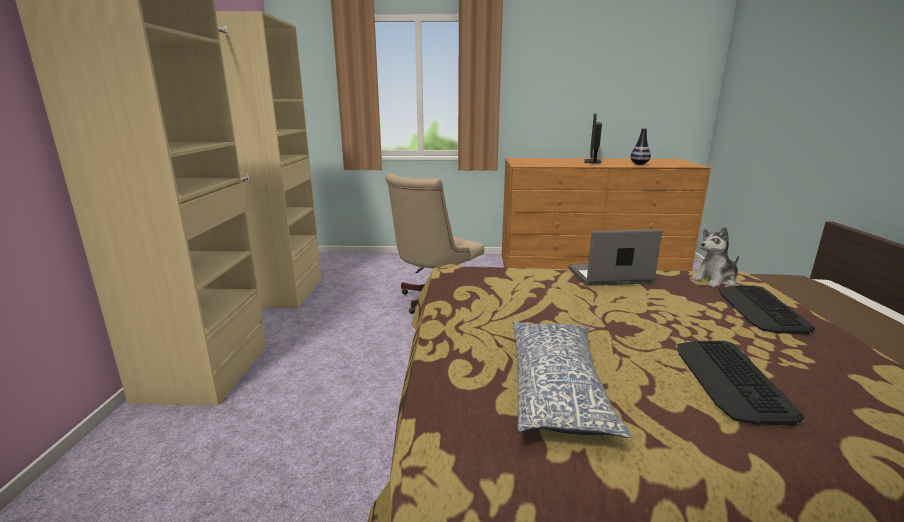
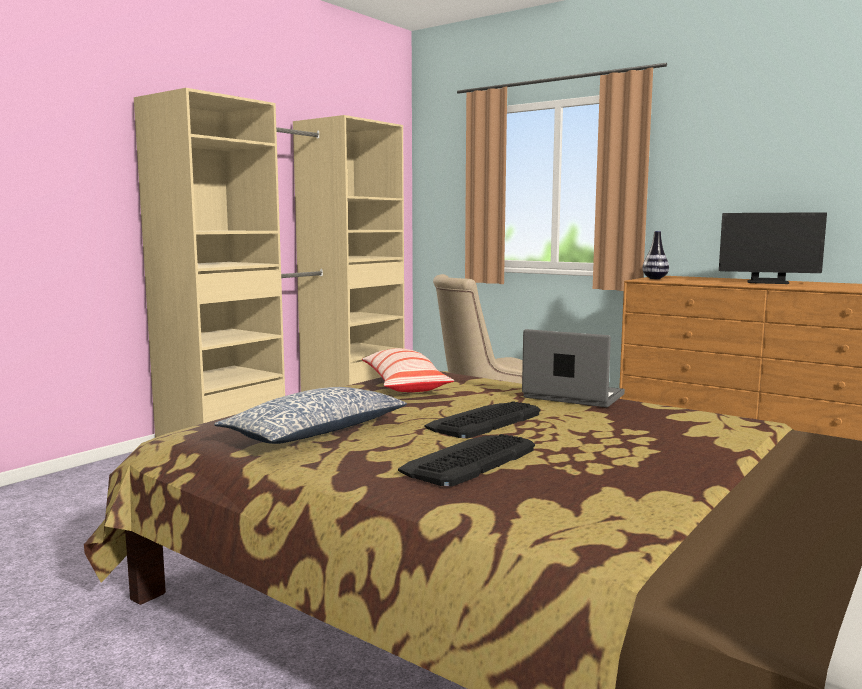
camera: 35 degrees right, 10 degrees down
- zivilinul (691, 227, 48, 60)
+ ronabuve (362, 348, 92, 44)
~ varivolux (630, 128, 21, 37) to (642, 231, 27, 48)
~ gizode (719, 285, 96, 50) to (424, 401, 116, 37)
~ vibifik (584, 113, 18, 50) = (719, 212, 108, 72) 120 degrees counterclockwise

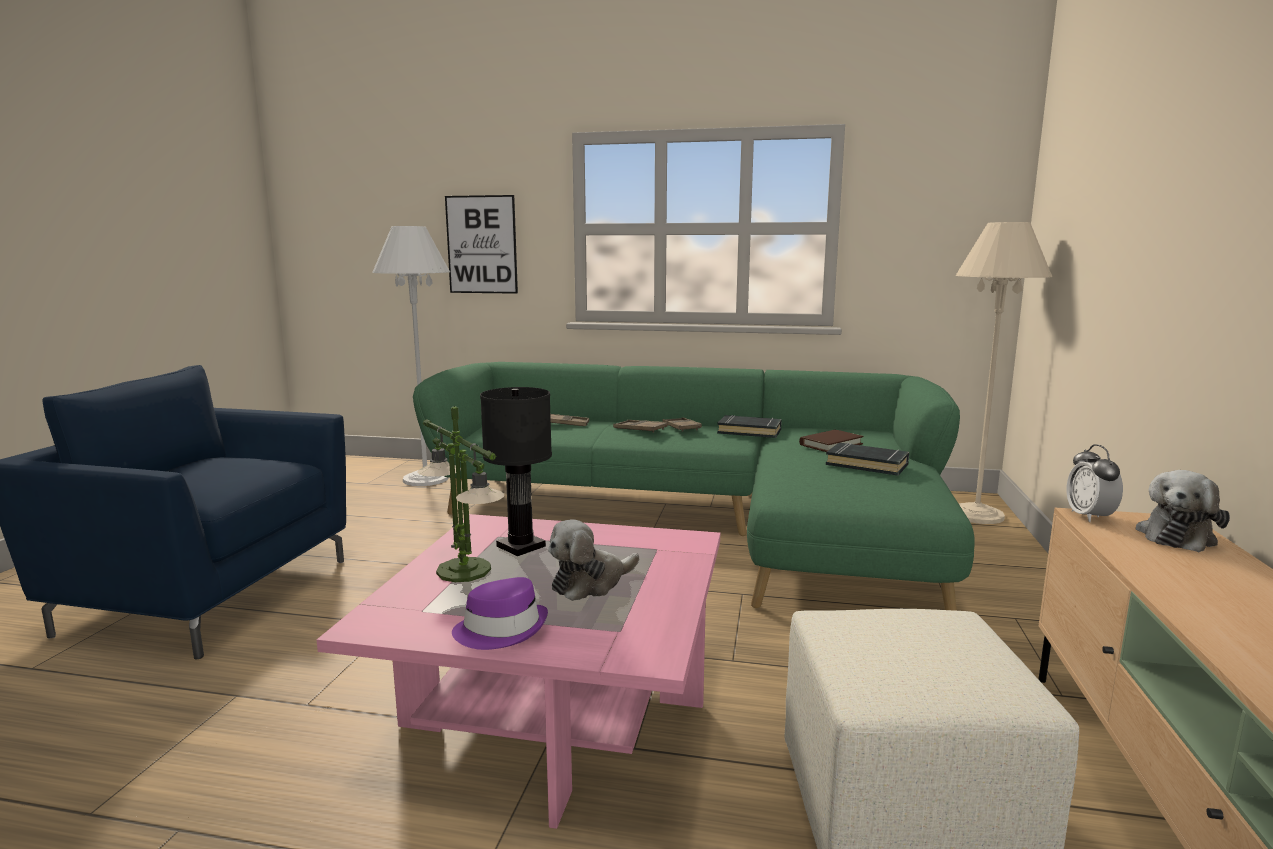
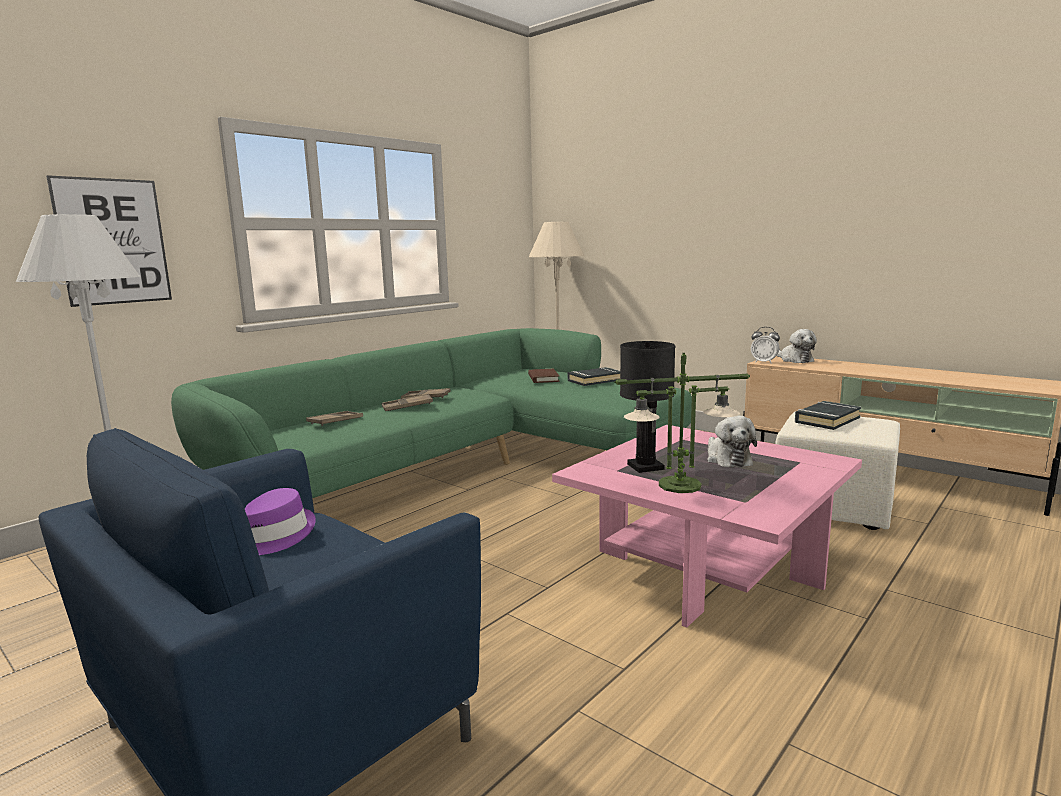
camera: 60 degrees left, 0 degrees up
~ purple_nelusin (452, 577, 96, 73) to (245, 488, 71, 67)
~ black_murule (717, 415, 65, 23) to (795, 401, 66, 29)

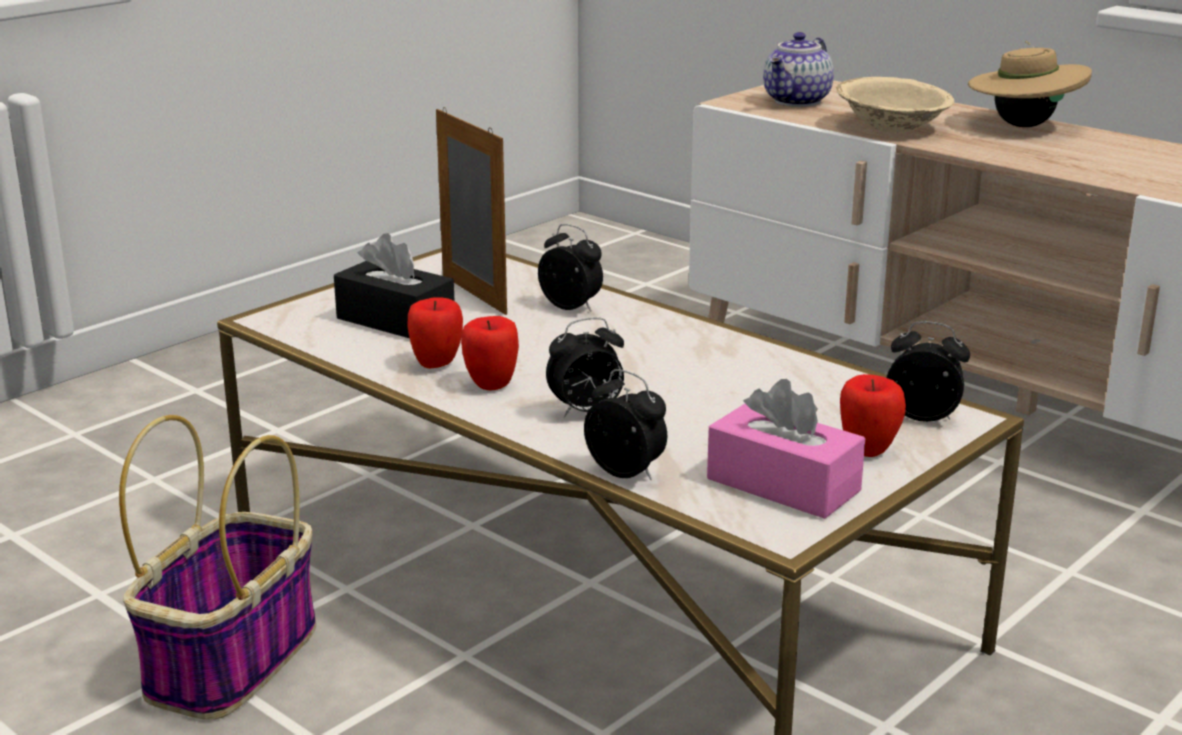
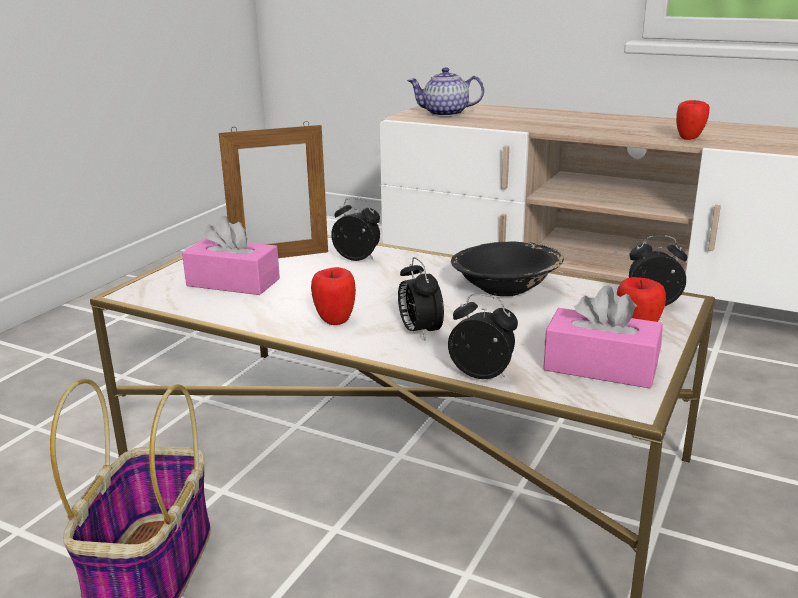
camera: 15 degrees left, 0 degrees up
- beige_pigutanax (836, 77, 118, 56)
- beige_nelusin (968, 41, 124, 86)
+ black_pigutanax (451, 242, 113, 54)
~ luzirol (408, 297, 55, 72) to (676, 100, 34, 40)
~ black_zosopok (334, 233, 121, 105) to pink_zosopok (182, 216, 98, 79)
~ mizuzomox (436, 107, 71, 208) = (219, 121, 109, 137) 120 degrees clockwise
~ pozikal (546, 317, 78, 100) = (398, 257, 46, 84) 105 degrees clockwise
~ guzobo (763, 32, 71, 75) = (407, 67, 77, 50) 75 degrees clockwise

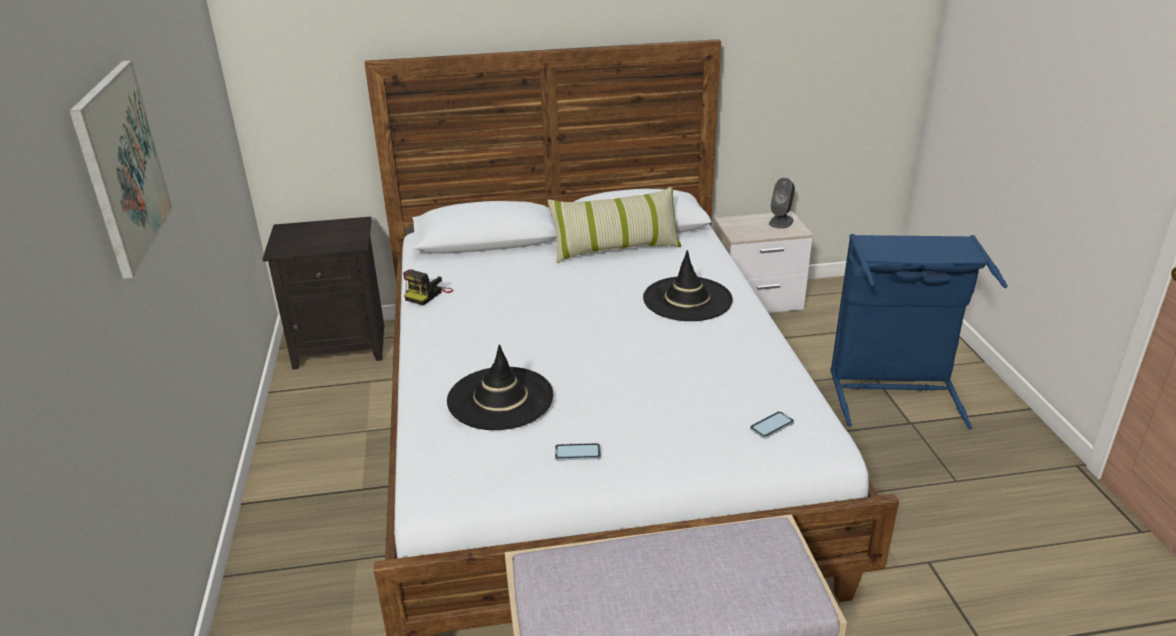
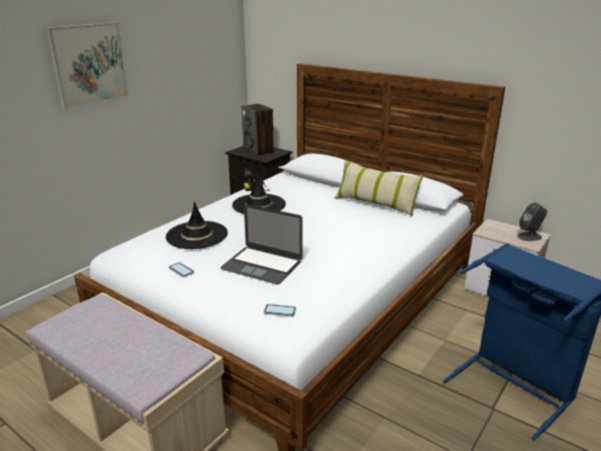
camera: 45 degrees right, 5 degrees down
+ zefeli (220, 204, 83, 80)
+ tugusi (241, 104, 33, 52)
~ black_nelusin (643, 250, 90, 71) to (232, 174, 54, 40)

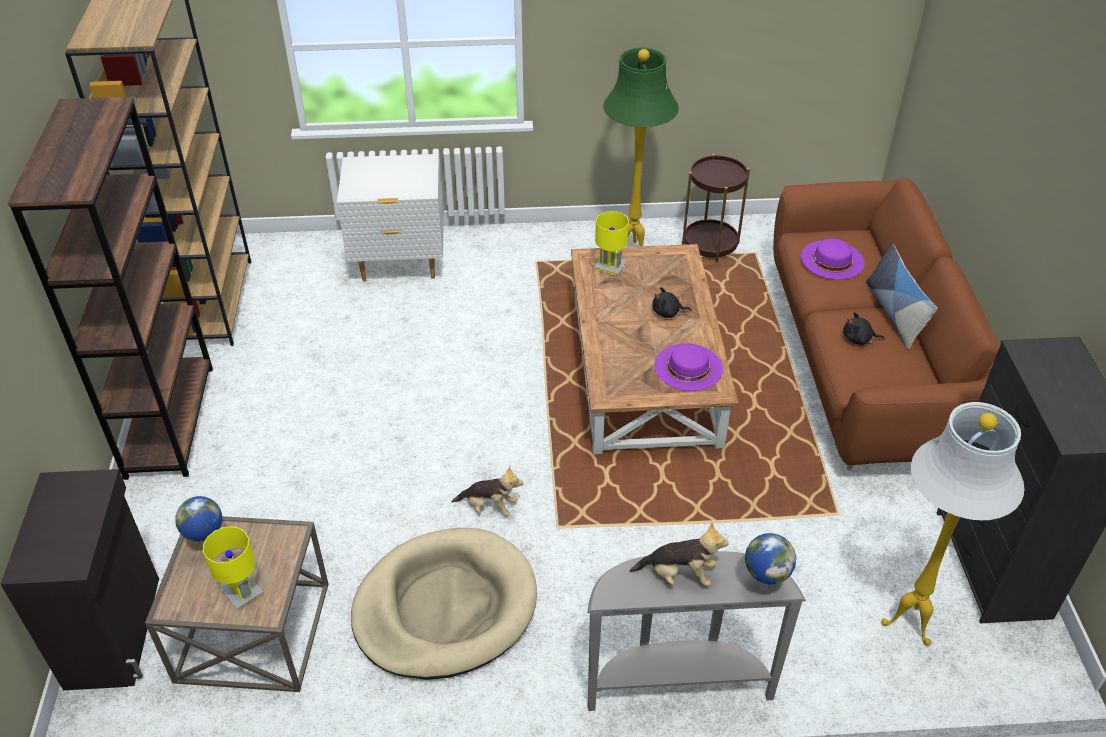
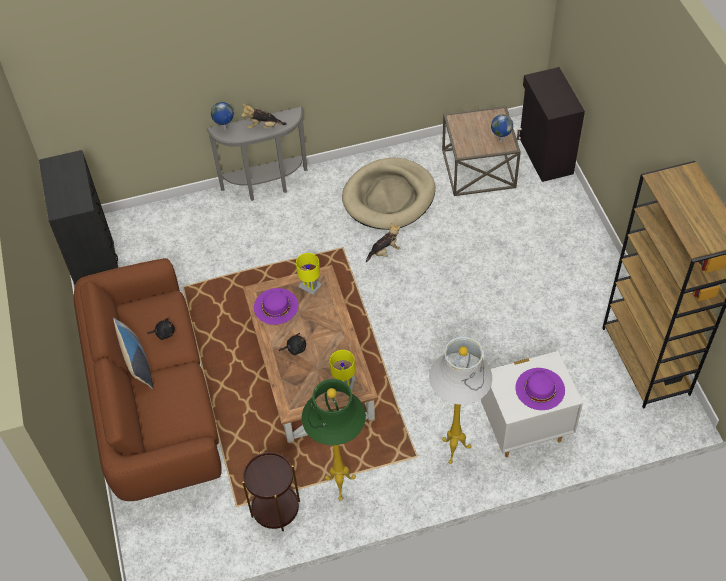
camera: 170 degrees right, 10 degrees up
- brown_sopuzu (8, 97, 205, 383)
~ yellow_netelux (203, 526, 60, 83) to (296, 253, 26, 42)
~ purple_nelusin (801, 238, 64, 42) to (515, 368, 50, 42)
~ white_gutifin (881, 402, 143, 244) to (429, 337, 63, 127)
~ zivilinul (452, 466, 71, 50) = (366, 223, 34, 39) 150 degrees clockwise

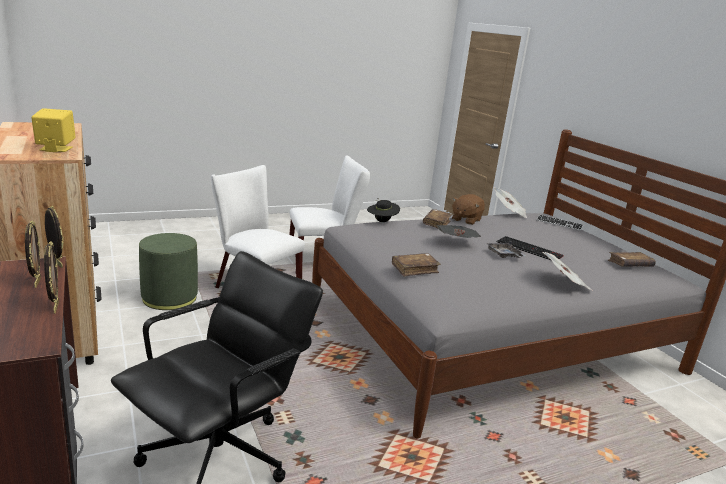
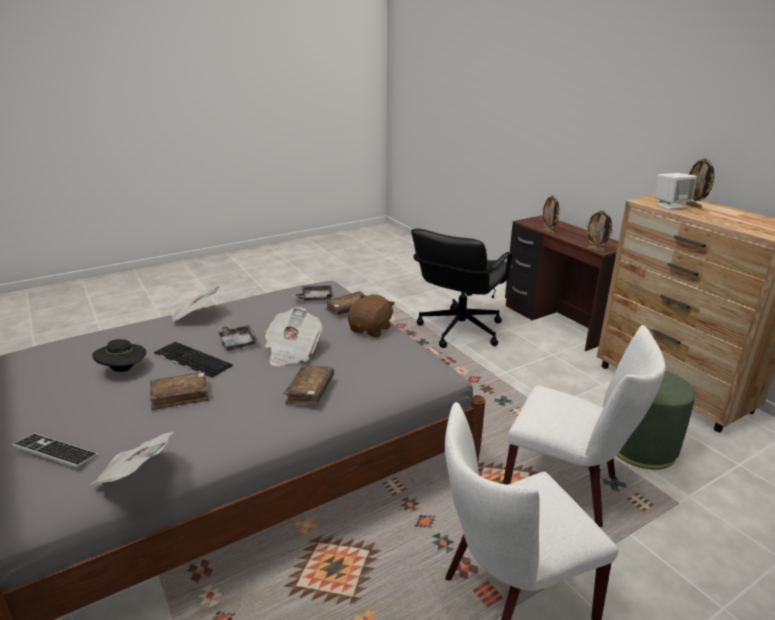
camera: 175 degrees right, 5 degrees up
+ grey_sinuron (293, 285, 39, 16)
~ mizuzomox (25, 220, 16, 68) to (686, 157, 28, 52)
~ black_nelusin (367, 198, 33, 24) to (92, 339, 54, 33)
~ brown_zivilinul (452, 194, 33, 31) to (348, 294, 47, 44)
~ brown_murule (608, 252, 48, 15) to (150, 372, 59, 38)
~ yellow_tugusi (31, 108, 45, 44) to white_tugusi (655, 173, 42, 36)

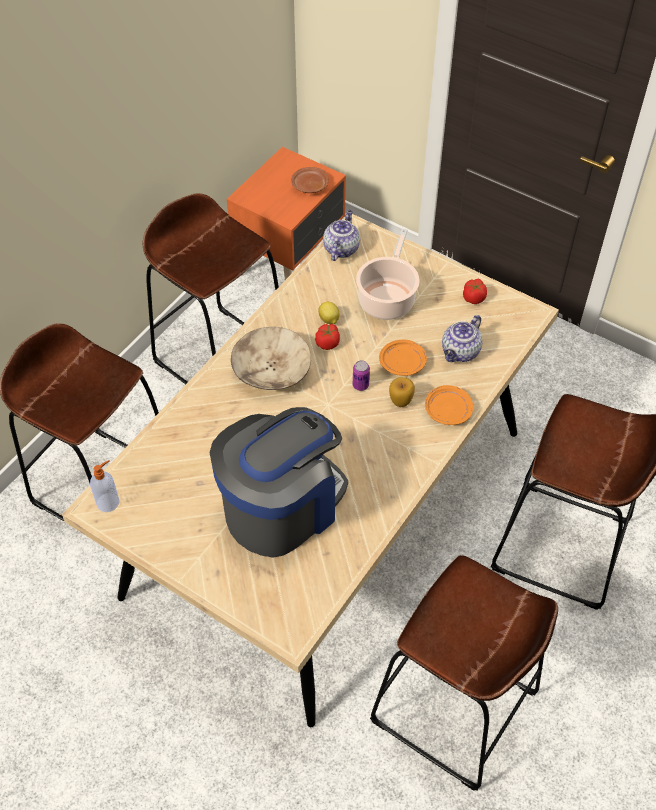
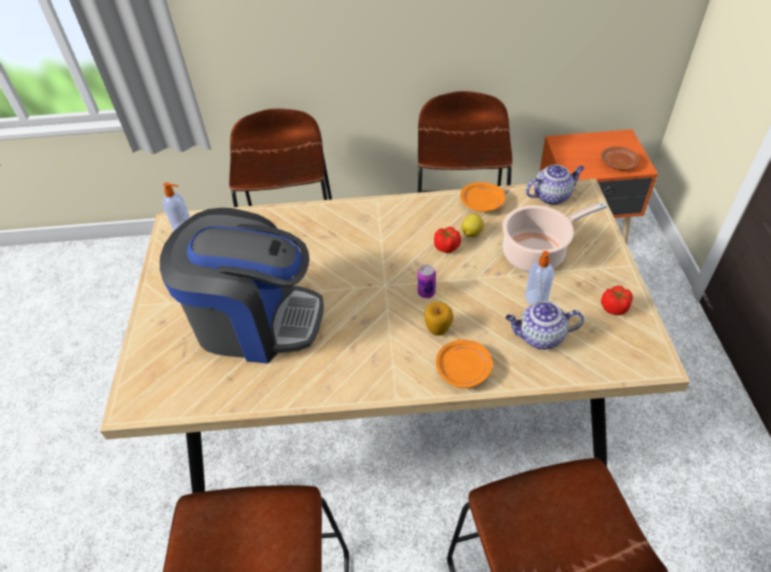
camera: 55 degrees right, 5 degrees down
- beige_pigutanax (231, 327, 80, 63)
+ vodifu (525, 251, 29, 54)
~ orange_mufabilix (379, 340, 48, 36) to (460, 182, 45, 30)

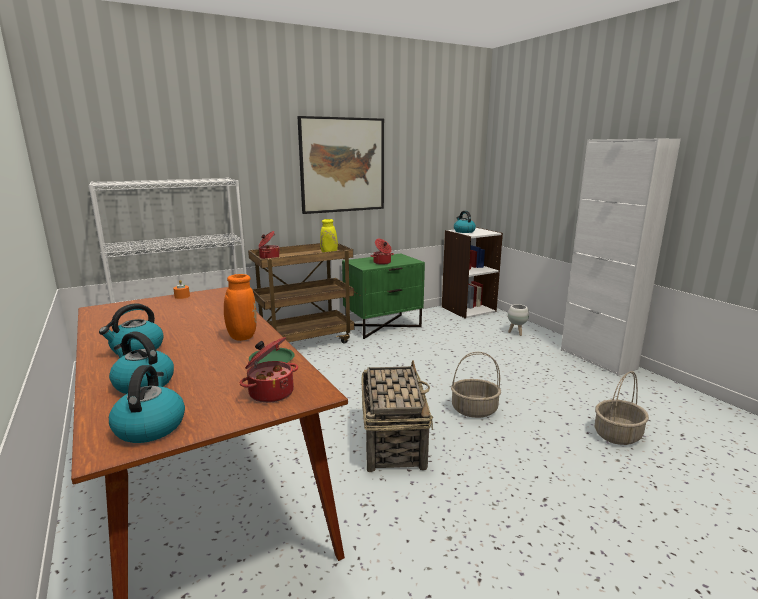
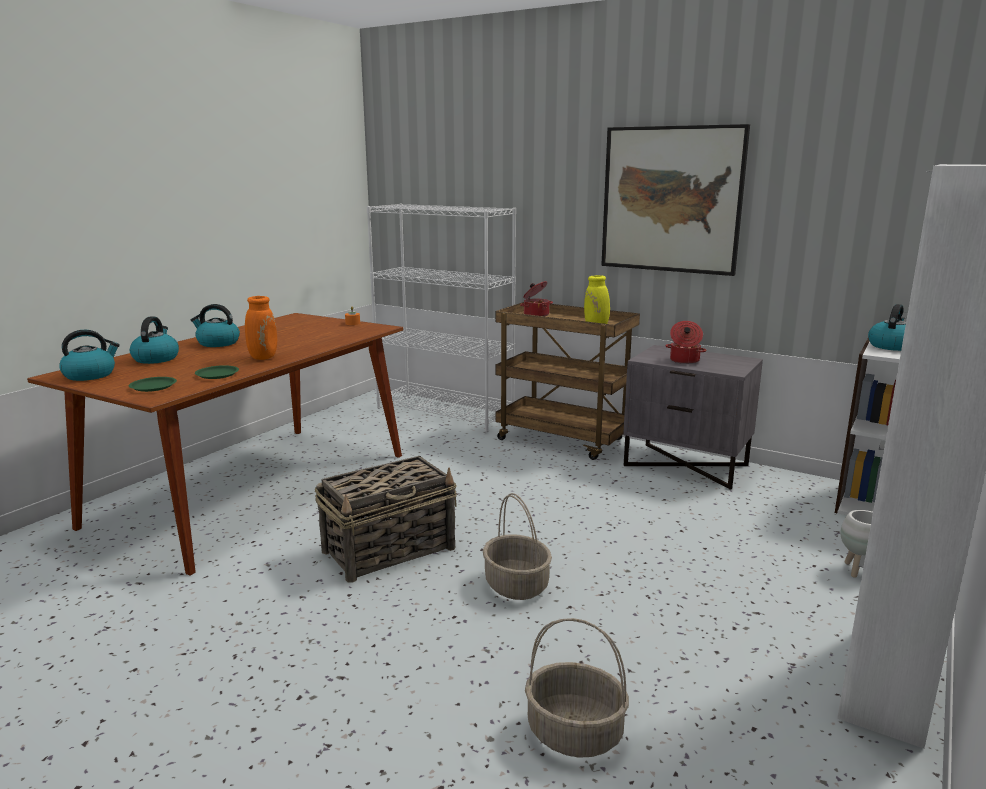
camera: 60 degrees right, 0 degrees up
~ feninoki (240, 337, 58, 66) to green_mufabilix (129, 377, 48, 15)
~ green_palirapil (342, 254, 83, 85) to grey_palirapil (623, 345, 140, 145)

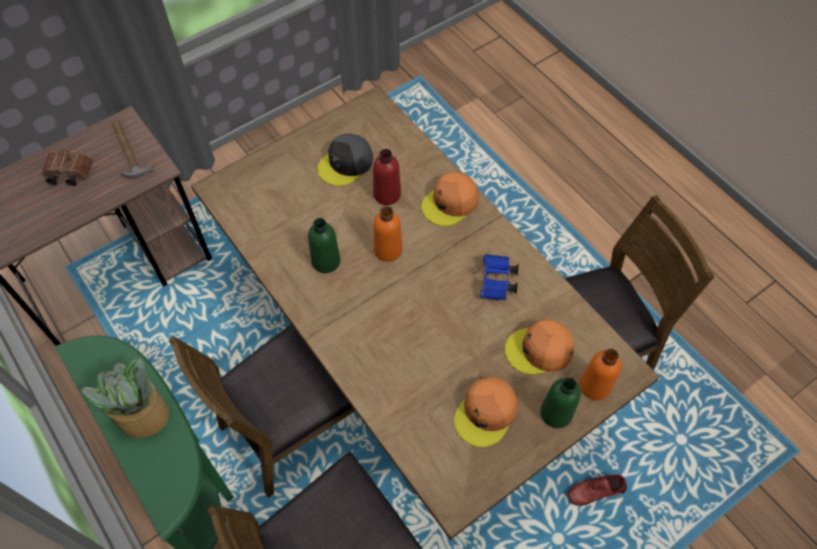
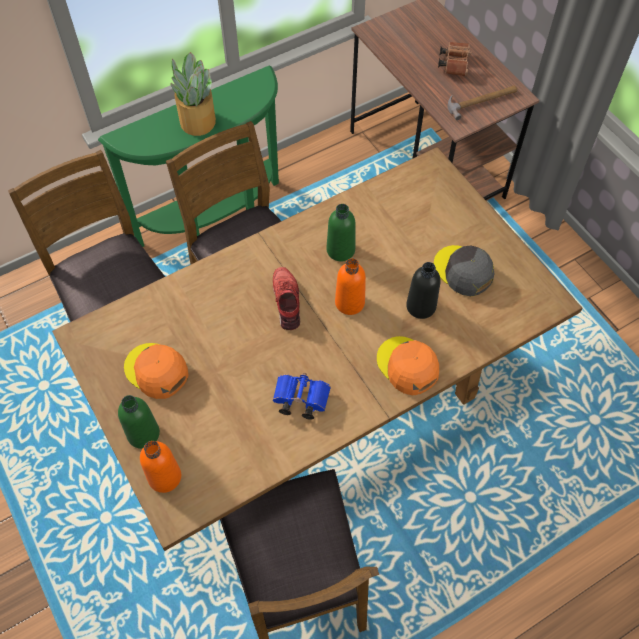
camera: 95 degrees right, 0 degrees up
- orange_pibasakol (505, 319, 69, 56)
~ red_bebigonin (568, 474, 59, 32) to (273, 267, 27, 63)
~ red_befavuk (373, 149, 28, 56) to black_befavuk (406, 262, 35, 57)

